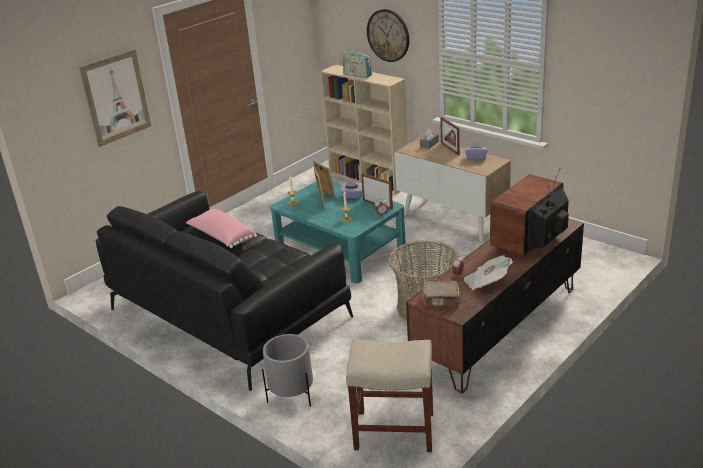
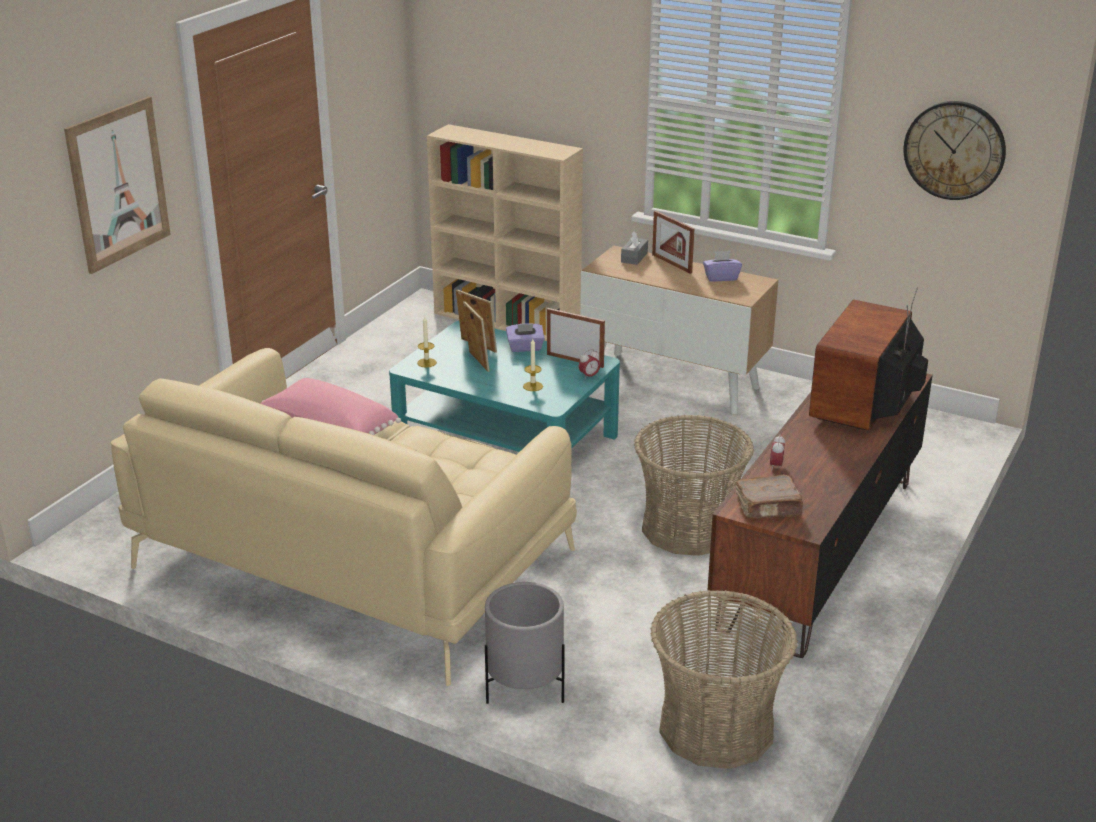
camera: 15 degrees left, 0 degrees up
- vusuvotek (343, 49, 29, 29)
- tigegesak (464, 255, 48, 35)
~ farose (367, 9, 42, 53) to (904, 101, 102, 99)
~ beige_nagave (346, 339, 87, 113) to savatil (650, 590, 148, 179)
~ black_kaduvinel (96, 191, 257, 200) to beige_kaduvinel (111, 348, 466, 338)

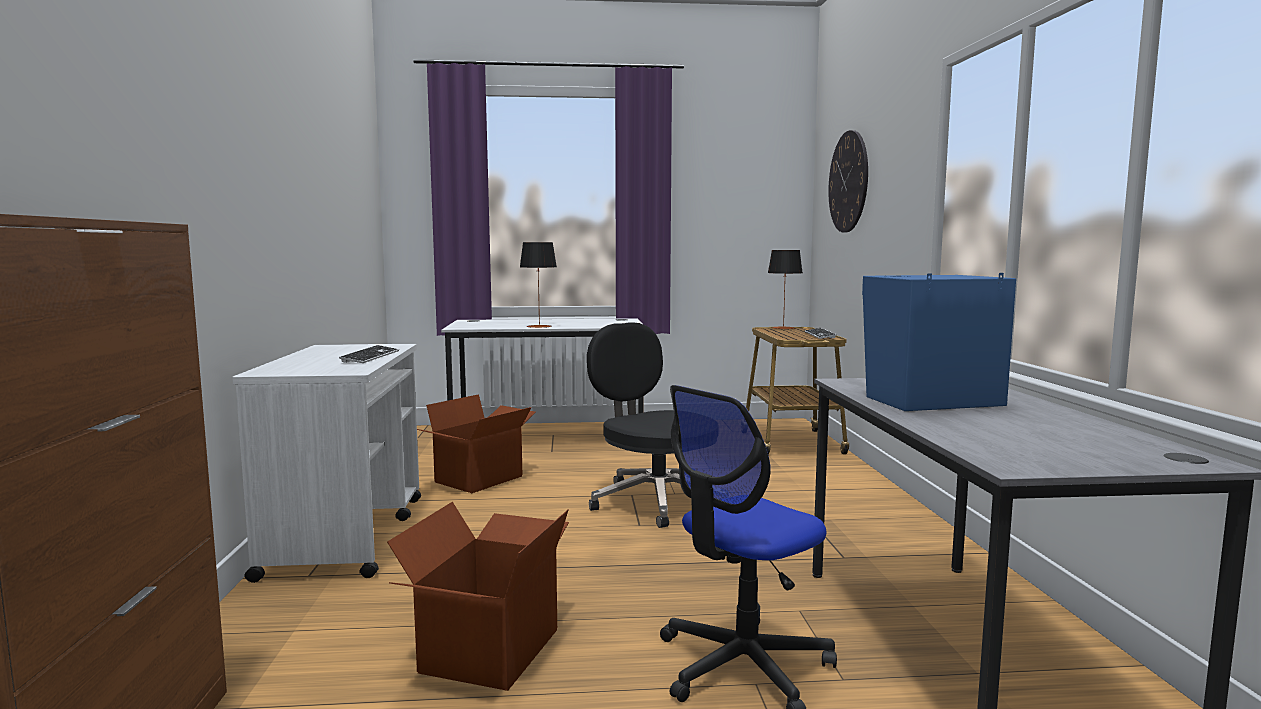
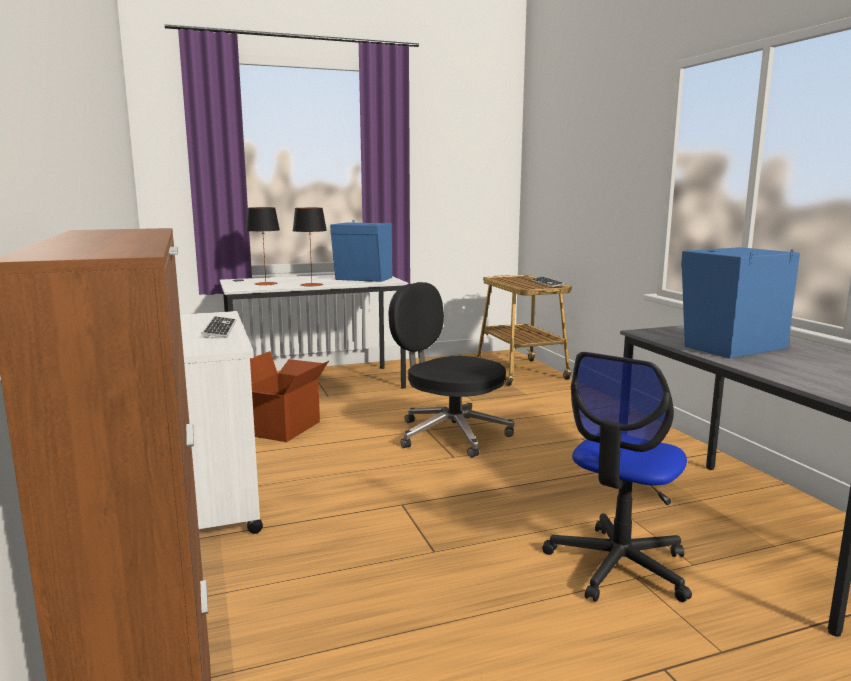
camera: 15 degrees left, 5 degrees up
- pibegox (387, 502, 182, 189)
- farose (828, 130, 40, 102)
+ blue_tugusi (330, 220, 62, 62)
~ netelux (768, 250, 34, 79) to (246, 207, 34, 78)

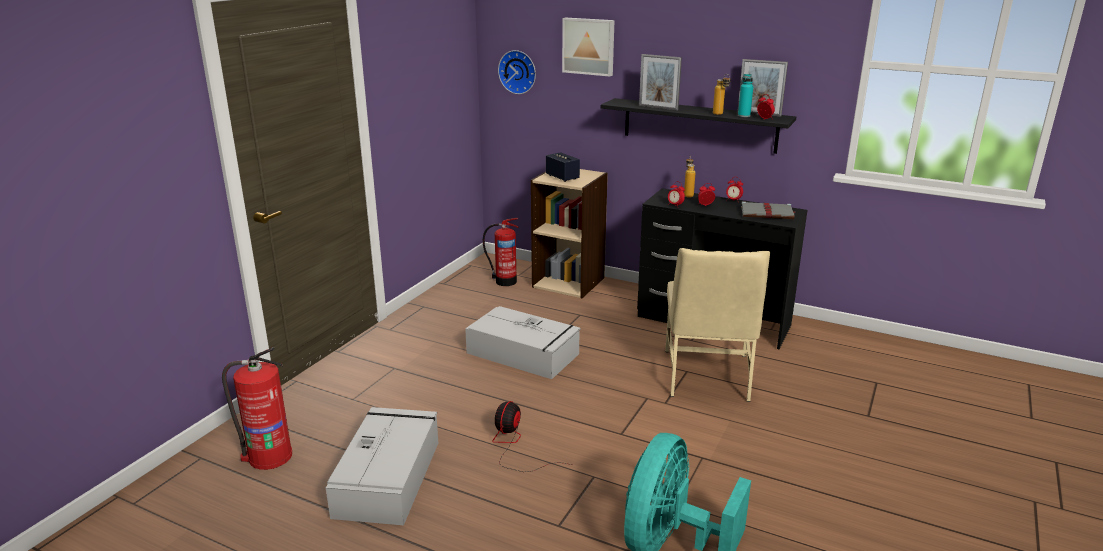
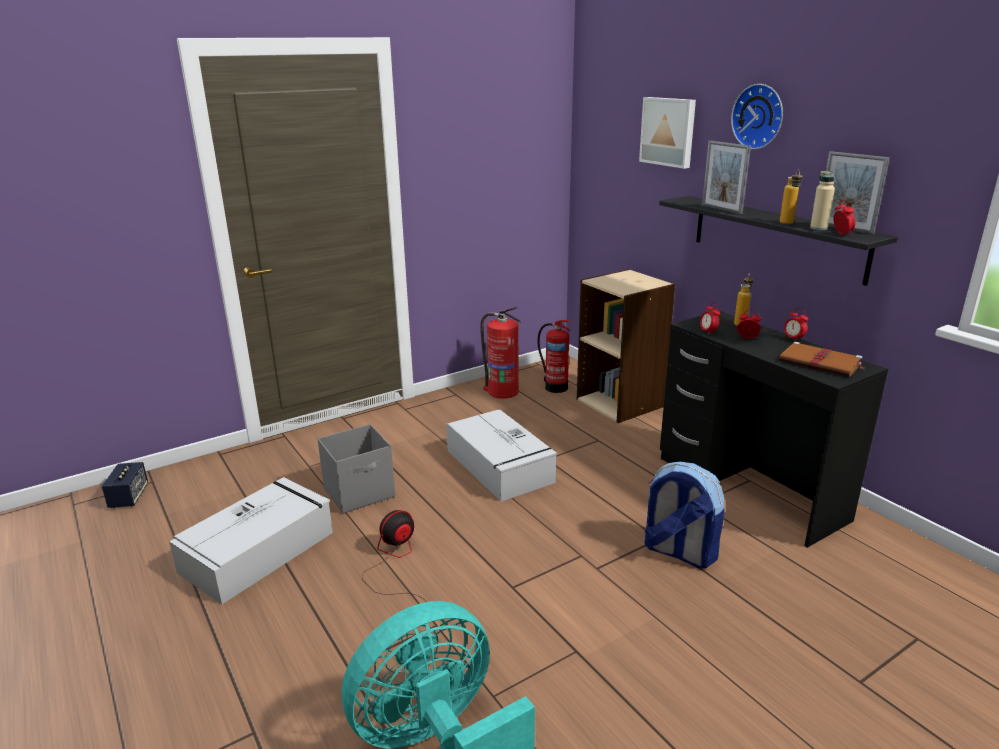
camera: 30 degrees right, 0 degrees up
+ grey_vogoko (318, 424, 77, 90)
~ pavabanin (222, 347, 70, 123) to (480, 307, 41, 92)
~ farose (498, 50, 38, 44) to (731, 84, 52, 65)
~ tugusi (546, 152, 34, 30) to (102, 462, 46, 46)
~ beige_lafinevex (665, 248, 105, 154) to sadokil (644, 462, 80, 107)
~ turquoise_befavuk (738, 74, 15, 43) to beige_befavuk (810, 171, 25, 59)
~ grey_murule (741, 201, 54, 18) to brown_murule (779, 342, 85, 35)

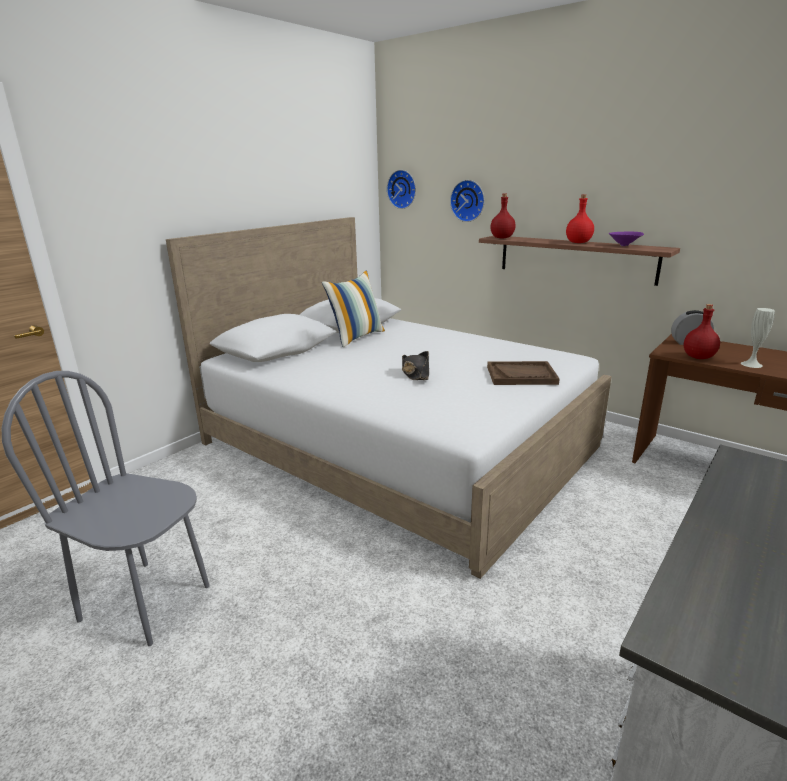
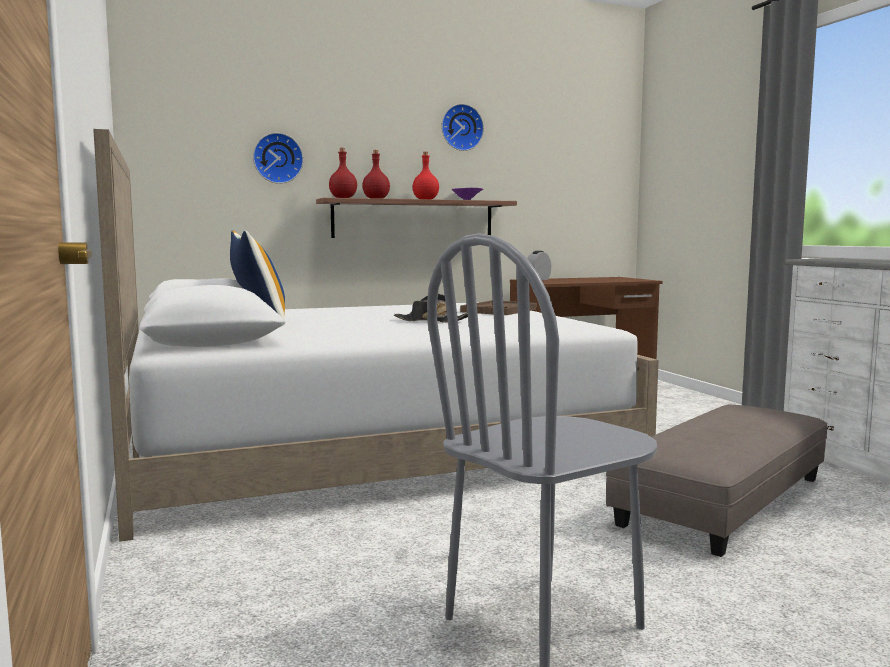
camera: 60 degrees left, 15 degrees down
- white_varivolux (741, 308, 34, 60)
+ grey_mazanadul (606, 405, 221, 152)
~ farose (387, 170, 29, 39) to (441, 104, 43, 47)
~ red_befavuk (684, 304, 36, 55) to (362, 150, 28, 49)

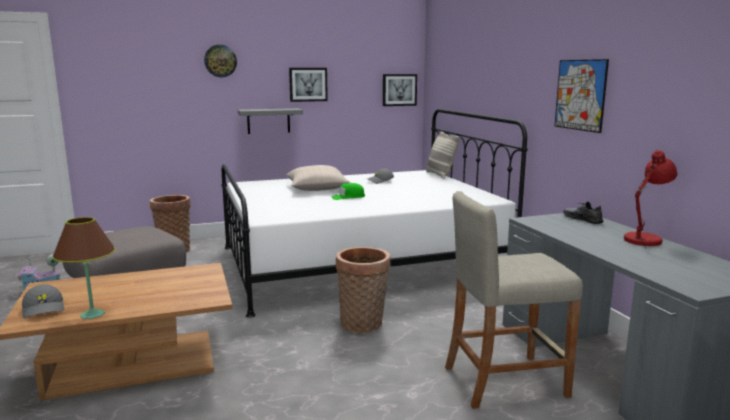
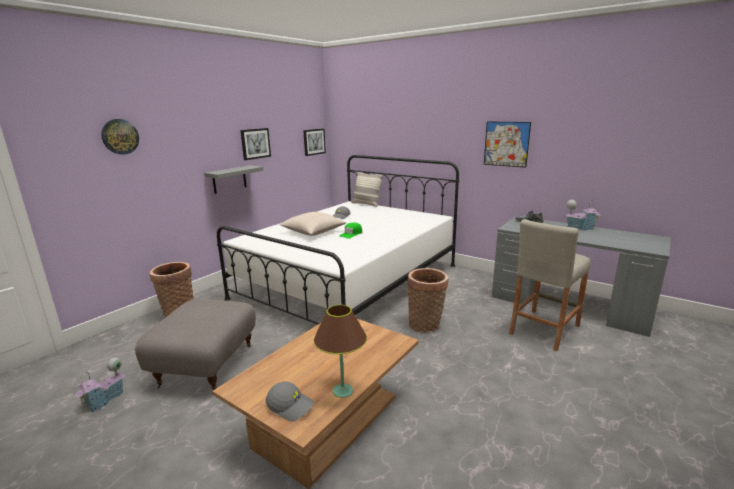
camera: 35 degrees left, 5 degrees up
~ farose (204, 45, 33, 32) to (101, 119, 38, 36)
~ red_netelux (624, 150, 54, 100) to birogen (565, 199, 36, 31)

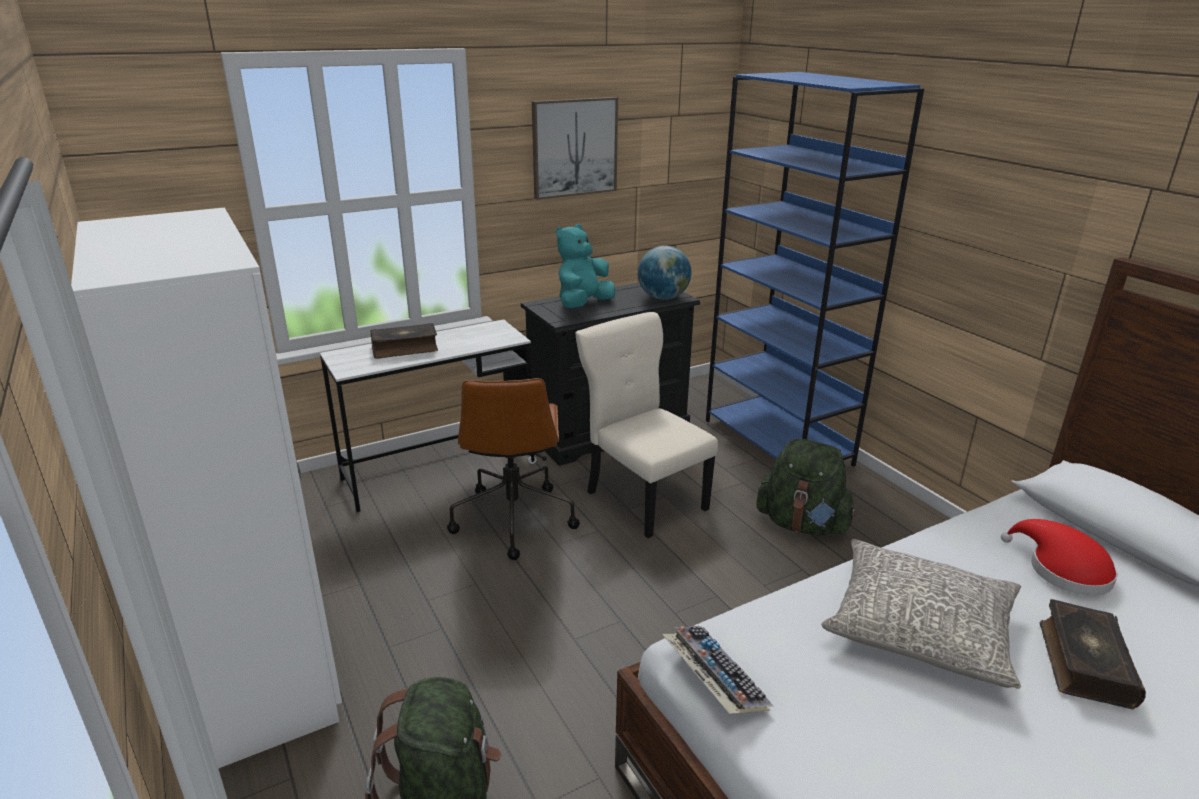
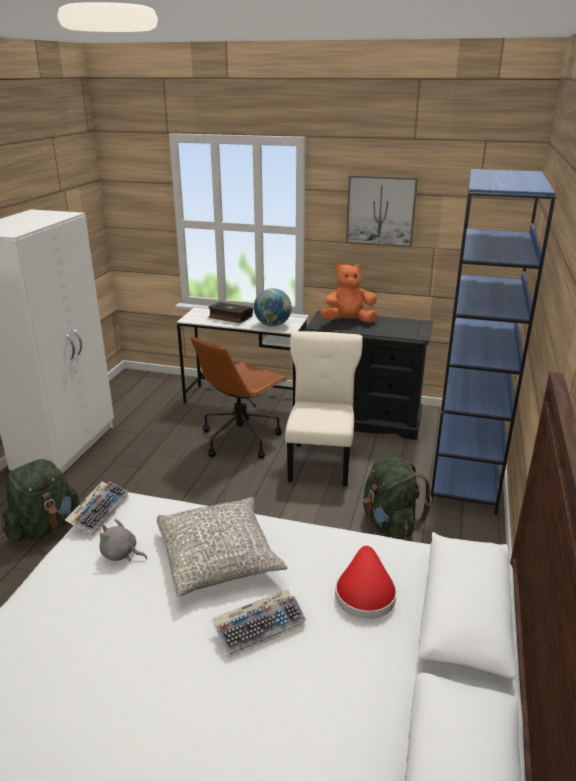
camera: 45 degrees right, 0 degrees up
+ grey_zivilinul (99, 519, 48, 42)
~ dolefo (638, 246, 53, 54) to (254, 288, 38, 39)
~ murule (1040, 599, 106, 110) to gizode (212, 589, 95, 69)
~ turquoise_zivilinul (556, 224, 59, 84) to orange_zivilinul (321, 263, 56, 60)

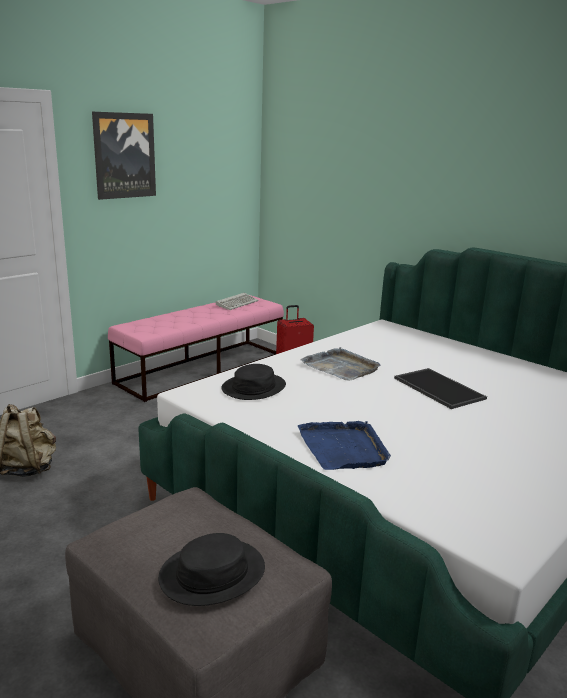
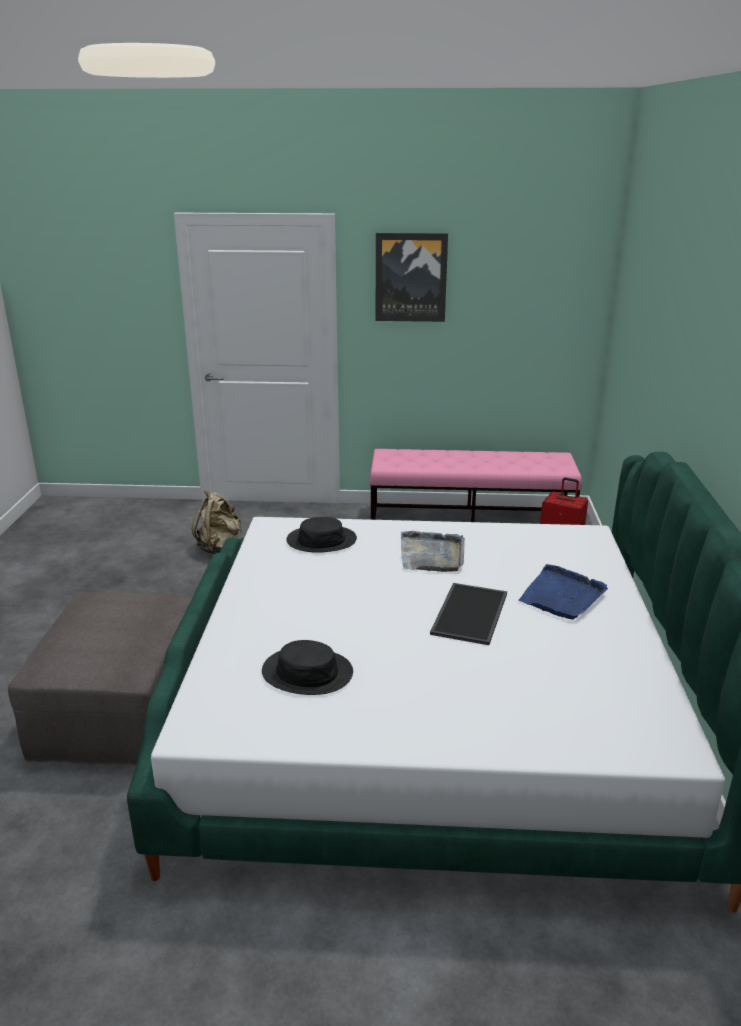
camera: 50 degrees right, 5 degrees up
- gizode (216, 293, 42, 17)
~ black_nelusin (158, 533, 107, 73) to (262, 640, 91, 55)
~ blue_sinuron (298, 421, 93, 49) to (519, 564, 89, 56)

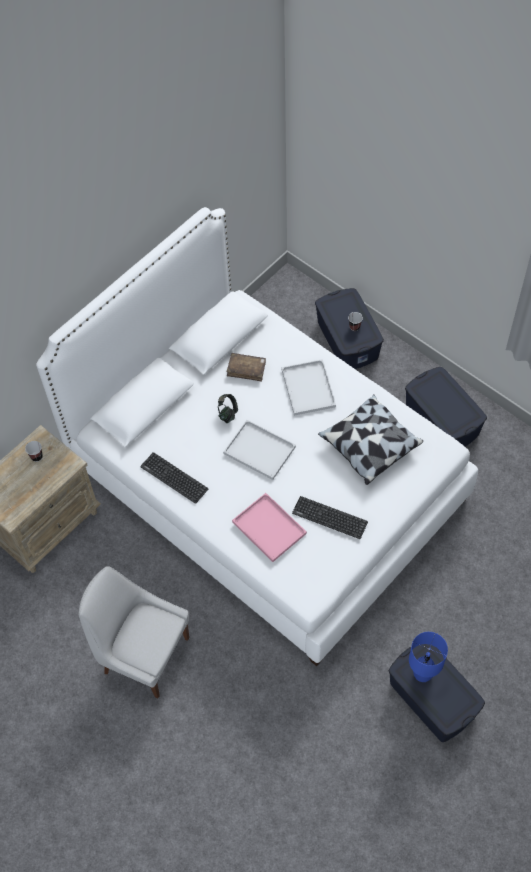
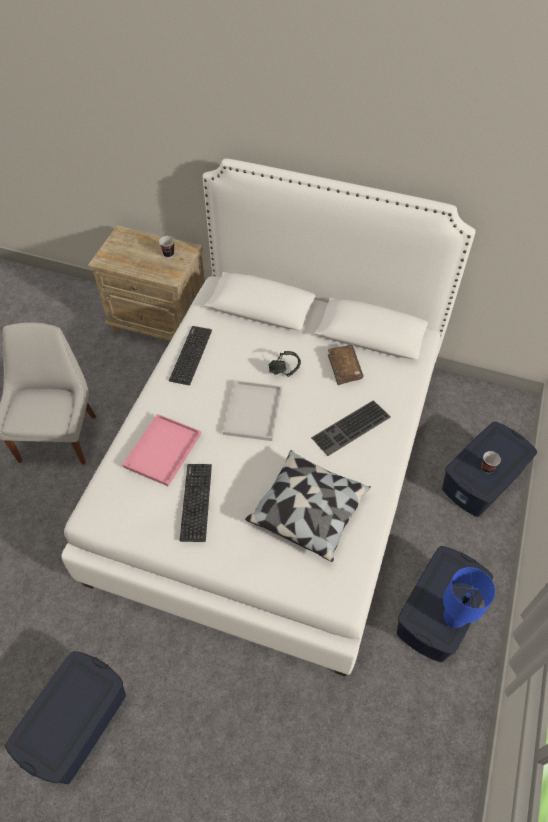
camera: 65 degrees right, 5 degrees down
~ blue_netelux (409, 632, 39, 50) to (443, 567, 52, 61)
~ white_sinuron (282, 359, 54, 57) to gizode (311, 400, 80, 56)

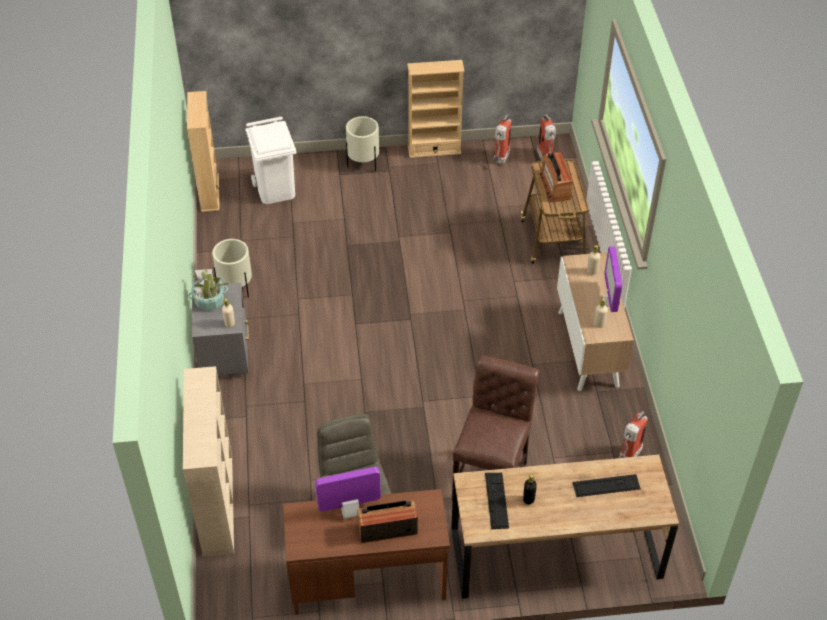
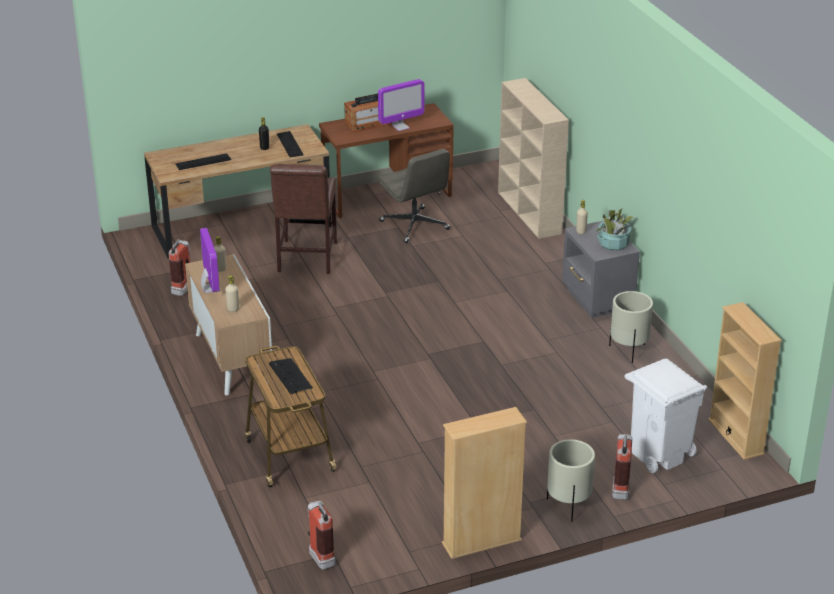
camera: 165 degrees right, 15 degrees down
~ pavabanin (493, 115, 18, 49) to (612, 434, 20, 66)
~ vusuvotek (539, 152, 34, 50) to gizode (269, 358, 44, 36)

